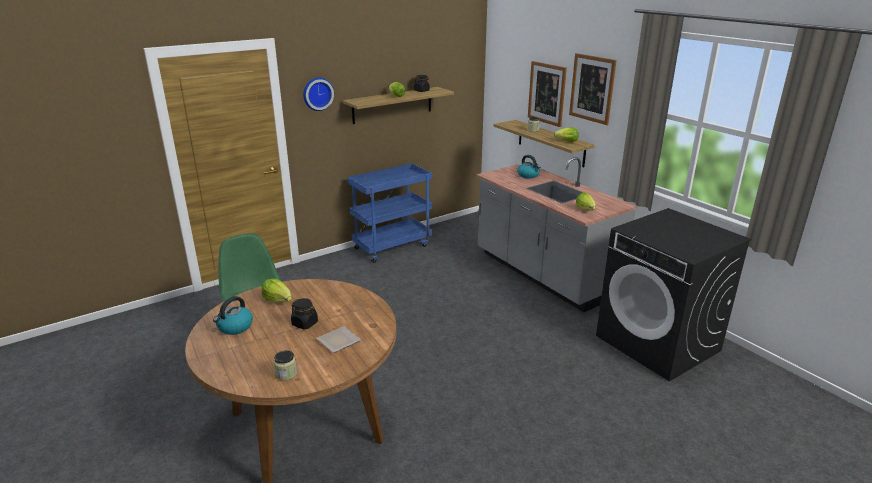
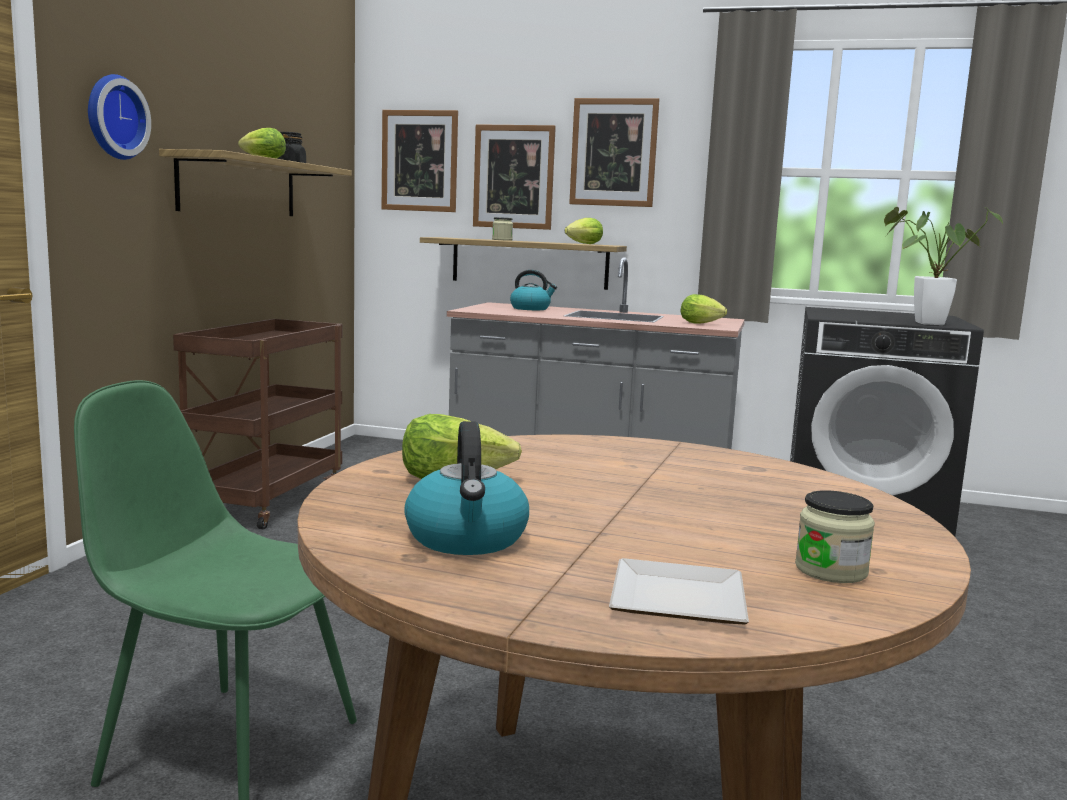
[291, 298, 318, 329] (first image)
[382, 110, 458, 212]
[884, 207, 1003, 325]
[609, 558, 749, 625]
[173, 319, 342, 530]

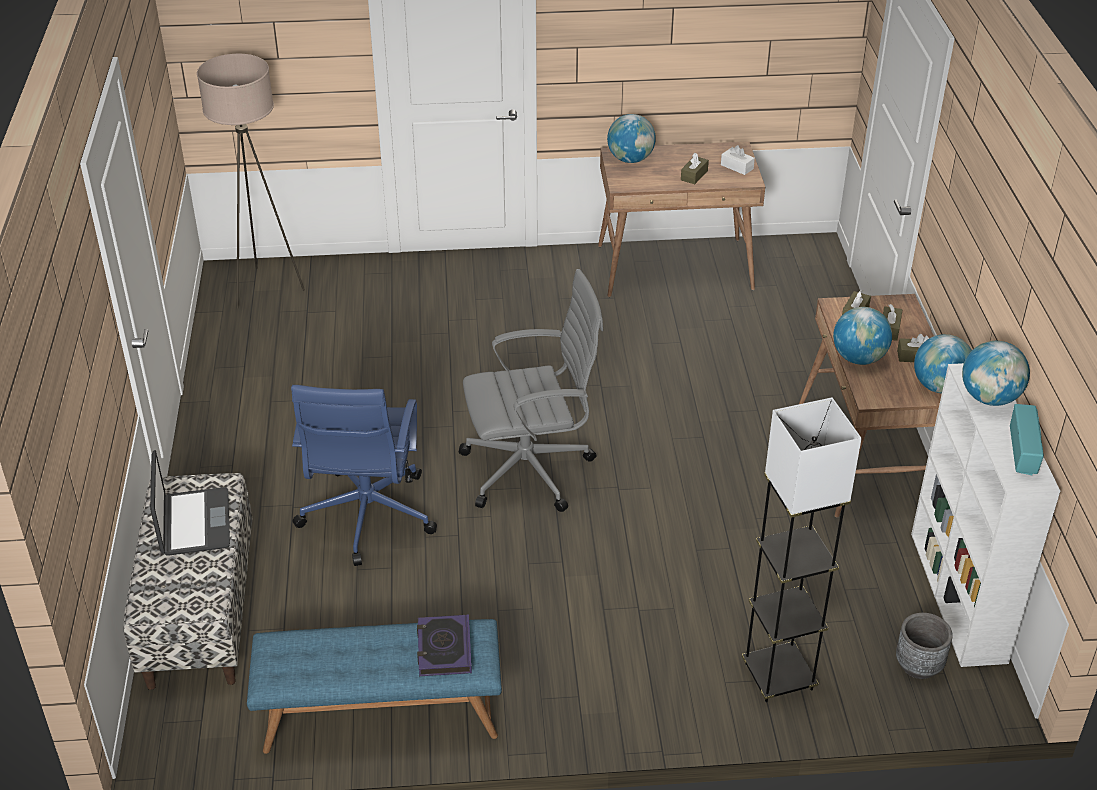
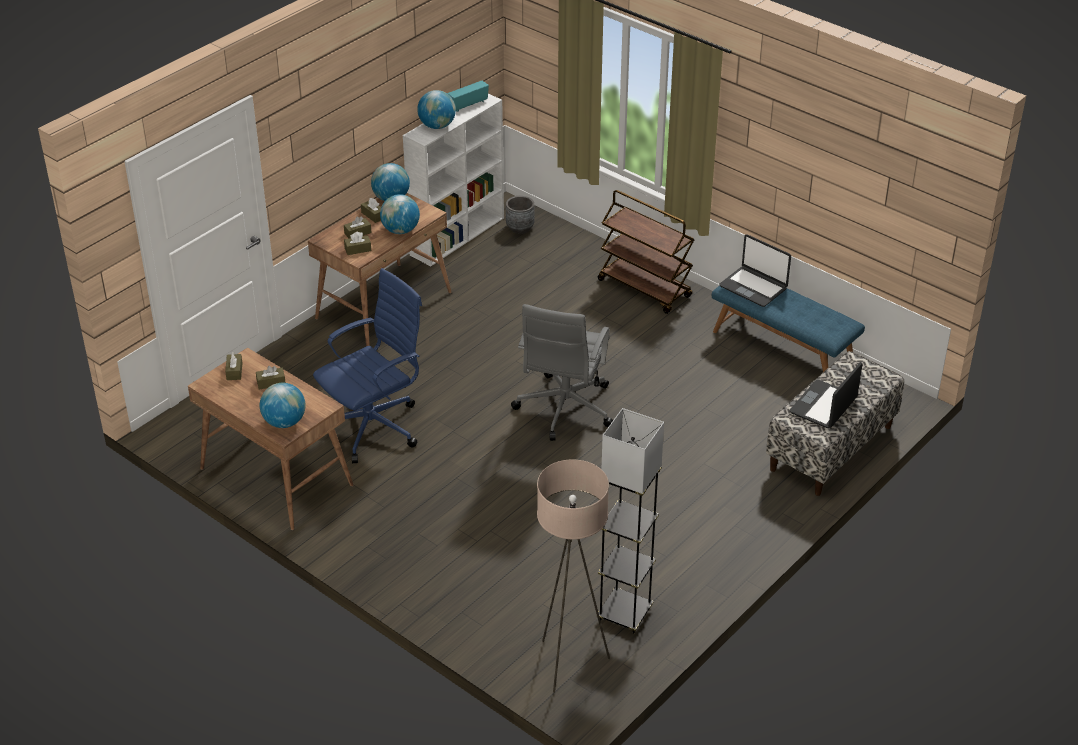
[598, 190, 695, 314]
[313, 268, 422, 463]
[598, 408, 664, 634]
[719, 234, 791, 307]
[225, 352, 242, 380]
[511, 304, 613, 441]

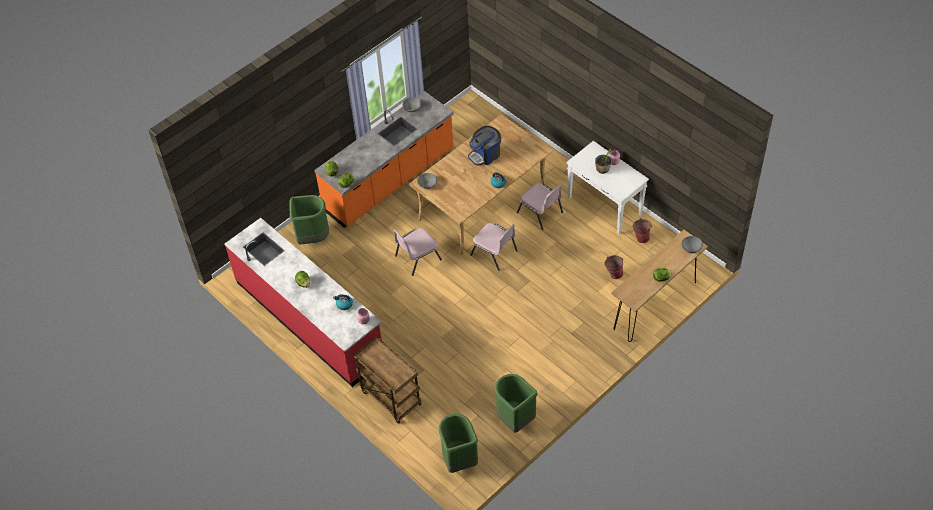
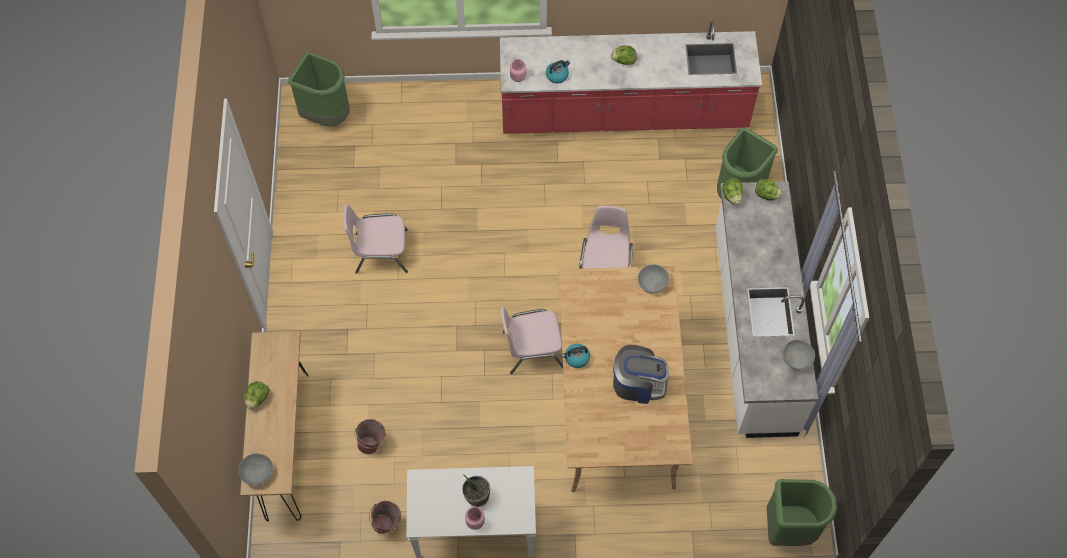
[354, 337, 421, 424] (first image)
[767, 479, 837, 546]
[344, 205, 408, 274]
[715, 181, 818, 438]
[613, 345, 669, 404]

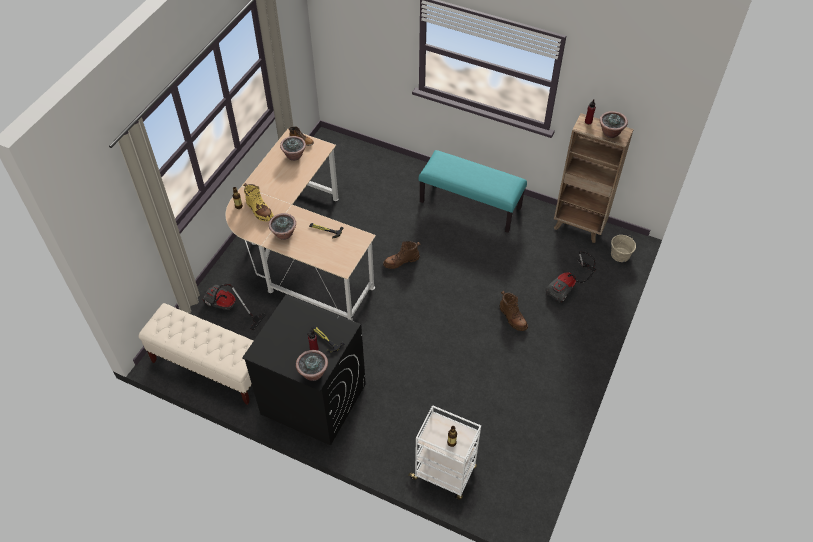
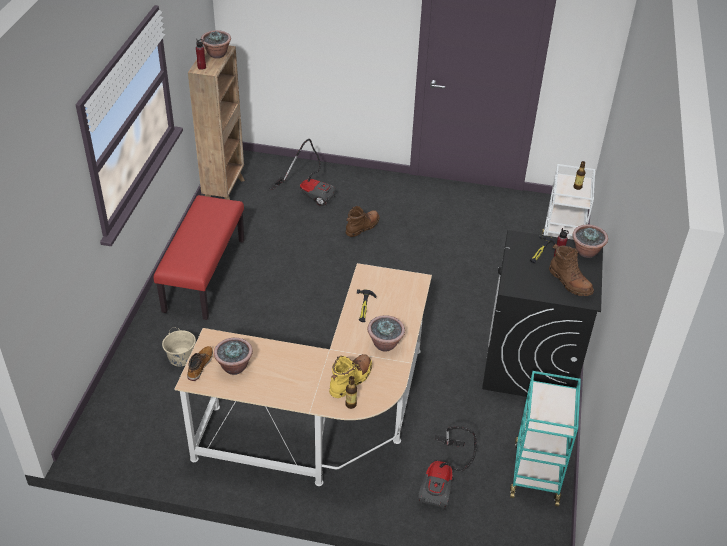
[549, 244, 594, 296]
[162, 328, 196, 366]
[510, 371, 581, 507]
[154, 195, 244, 320]

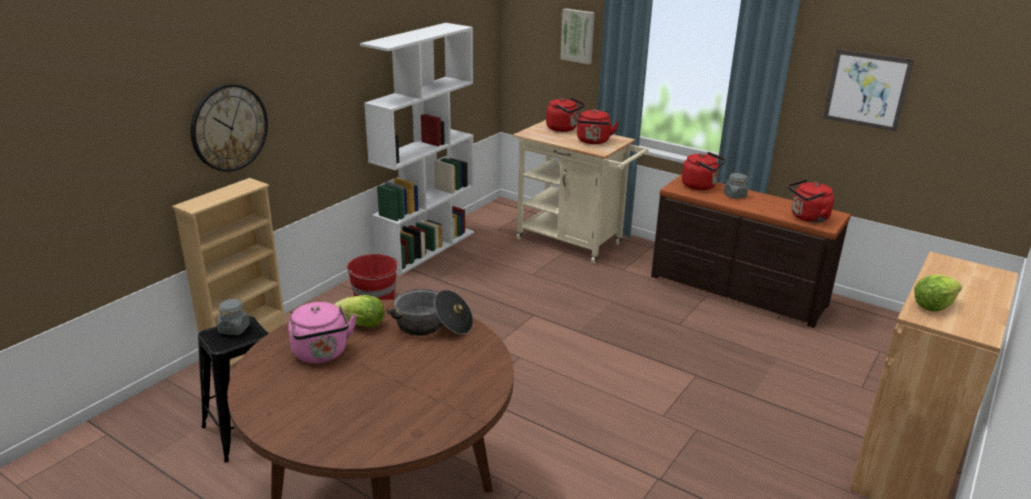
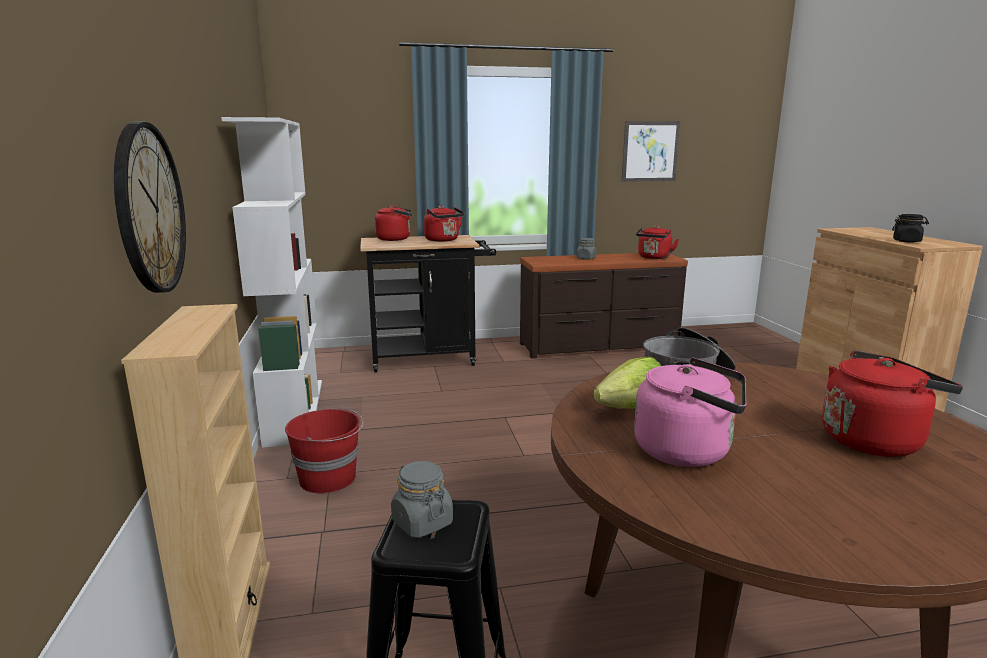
[560, 8, 595, 64] (first image)
[822, 350, 963, 457]
[892, 214, 929, 243]
[360, 235, 496, 372]

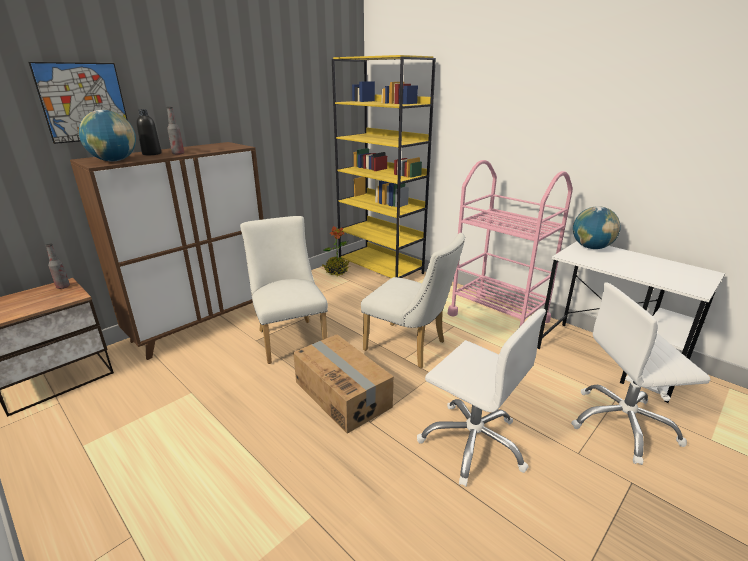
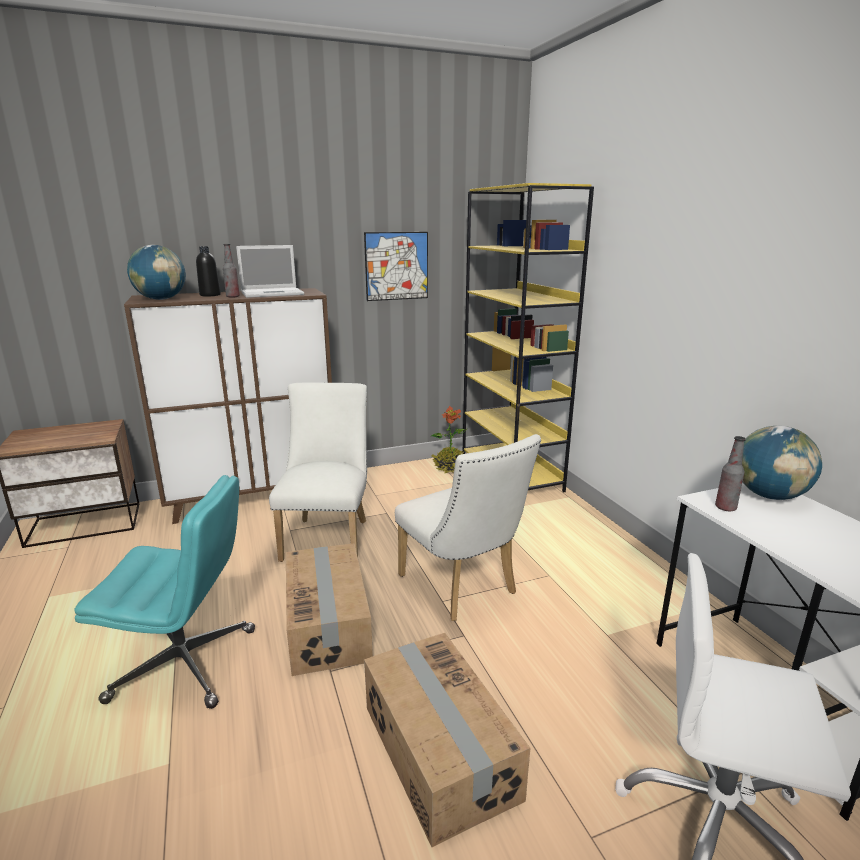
[448, 160, 573, 326] (first image)
[74, 475, 255, 709]
[236, 245, 304, 298]
[364, 232, 428, 301]
[715, 436, 746, 511]
[364, 633, 531, 847]

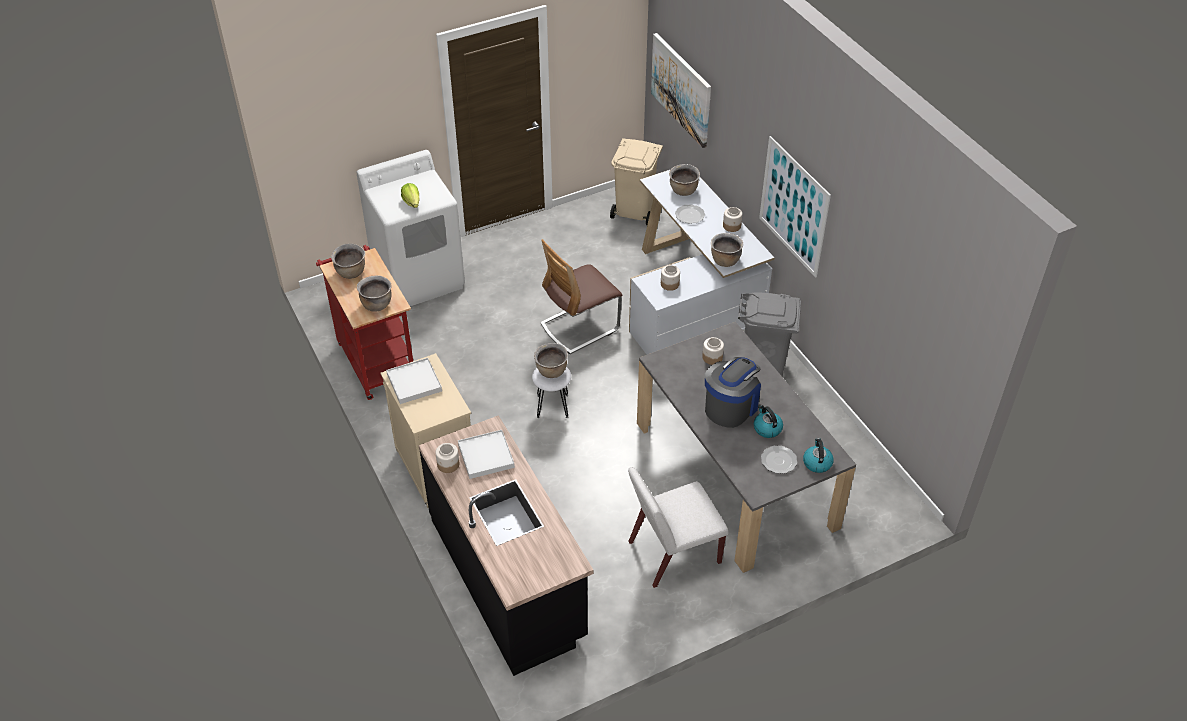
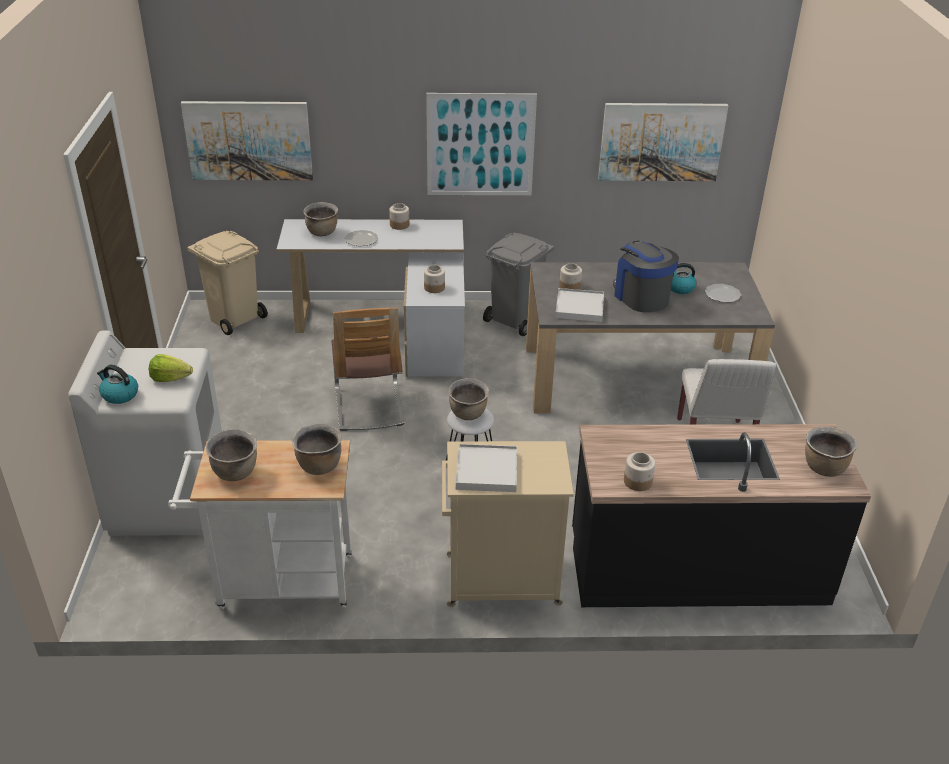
[598, 103, 728, 181]
[555, 288, 604, 322]
[805, 427, 857, 477]
[97, 365, 138, 404]
[168, 440, 352, 609]

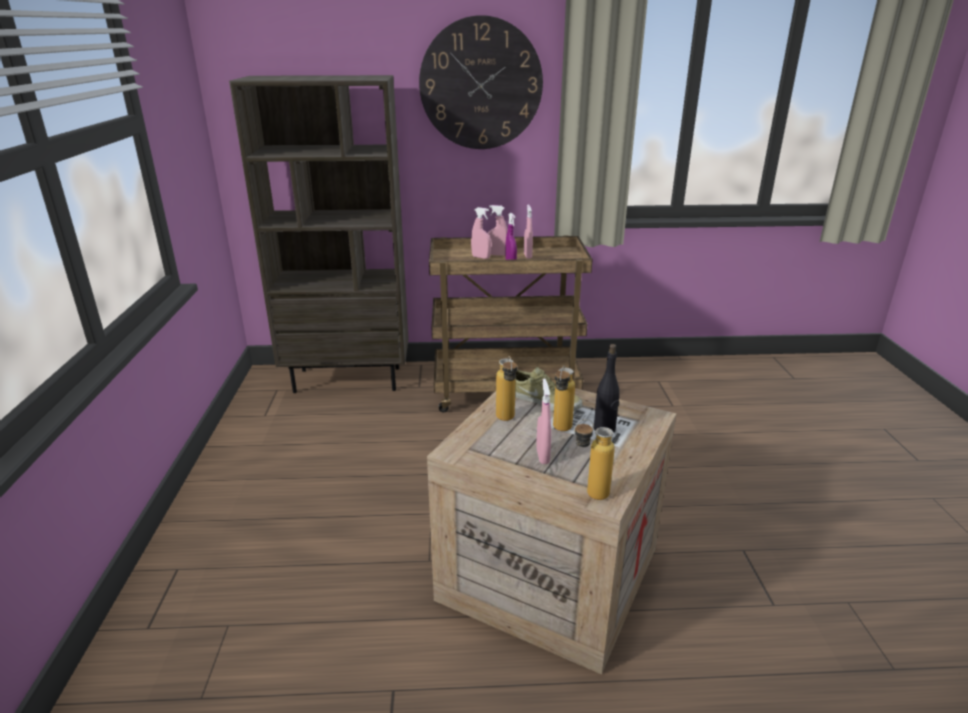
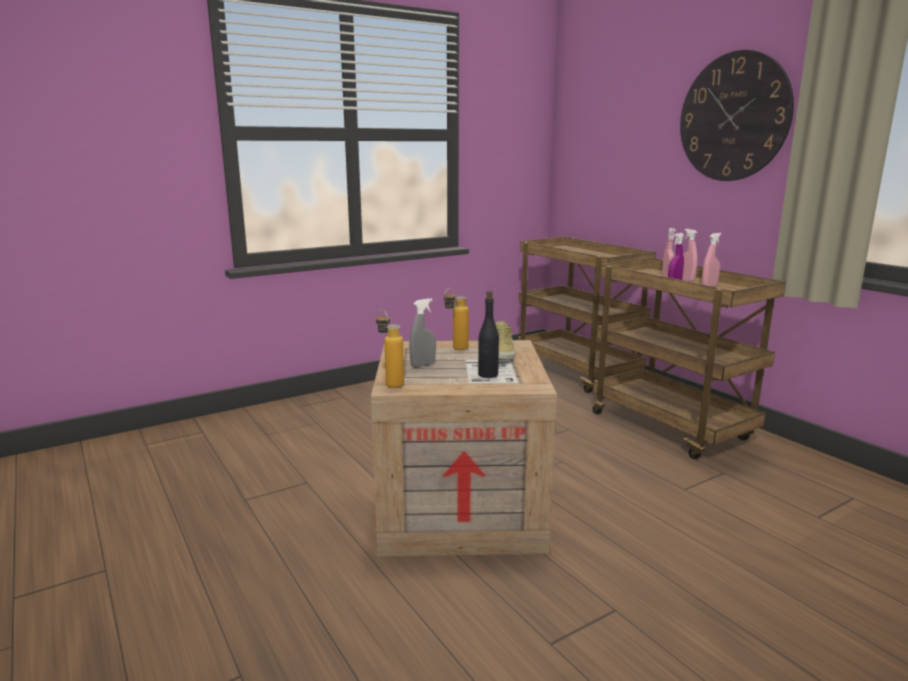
[553, 365, 575, 431] (first image)
[518, 237, 656, 393]
[409, 298, 436, 367]

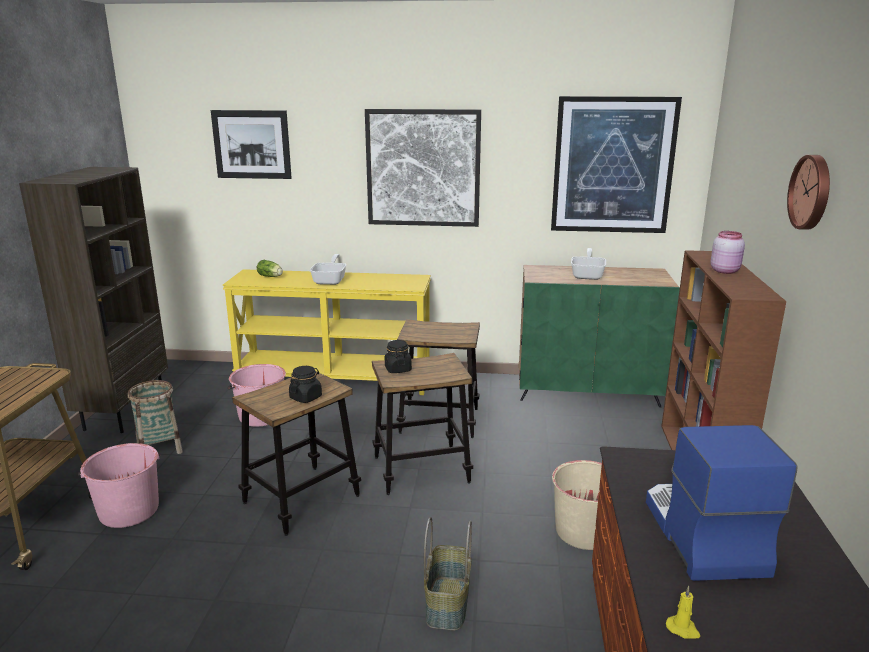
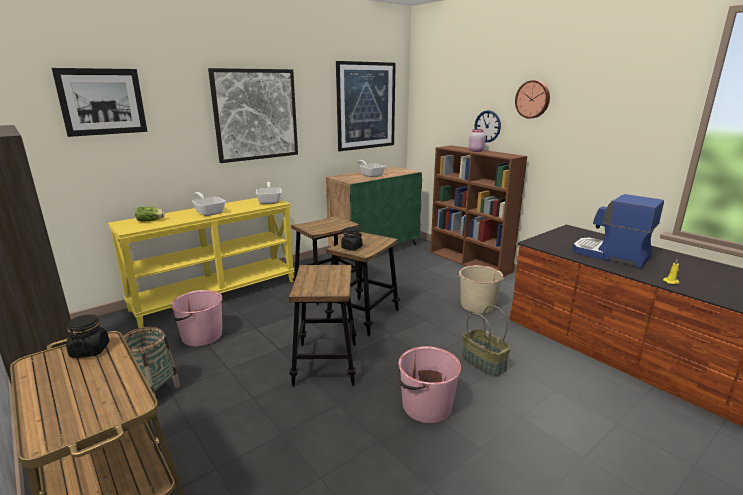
[256, 182, 282, 204]
[474, 110, 501, 143]
[397, 346, 461, 423]
[66, 314, 109, 358]

